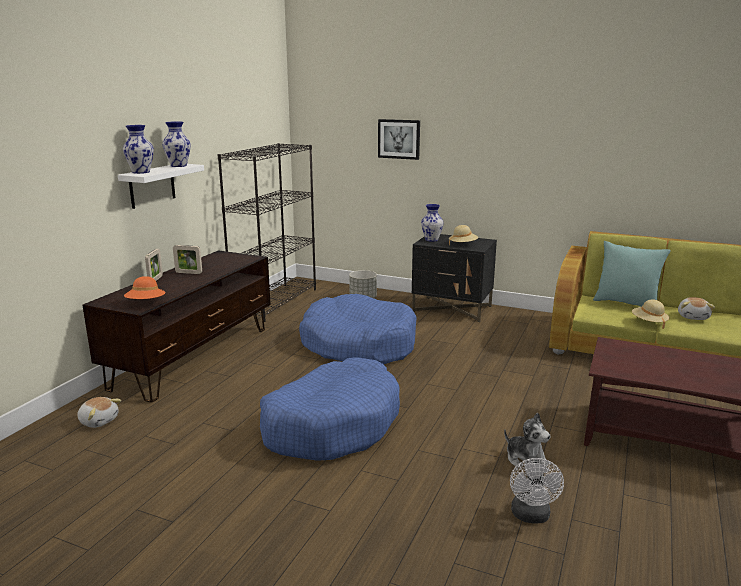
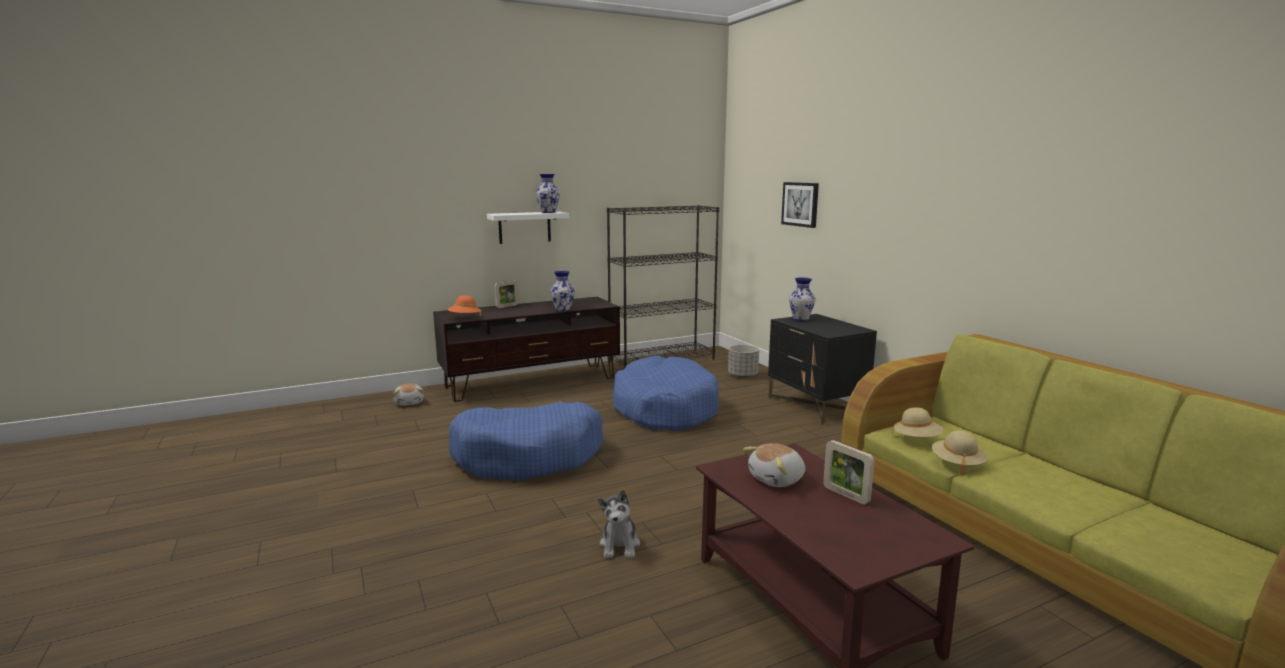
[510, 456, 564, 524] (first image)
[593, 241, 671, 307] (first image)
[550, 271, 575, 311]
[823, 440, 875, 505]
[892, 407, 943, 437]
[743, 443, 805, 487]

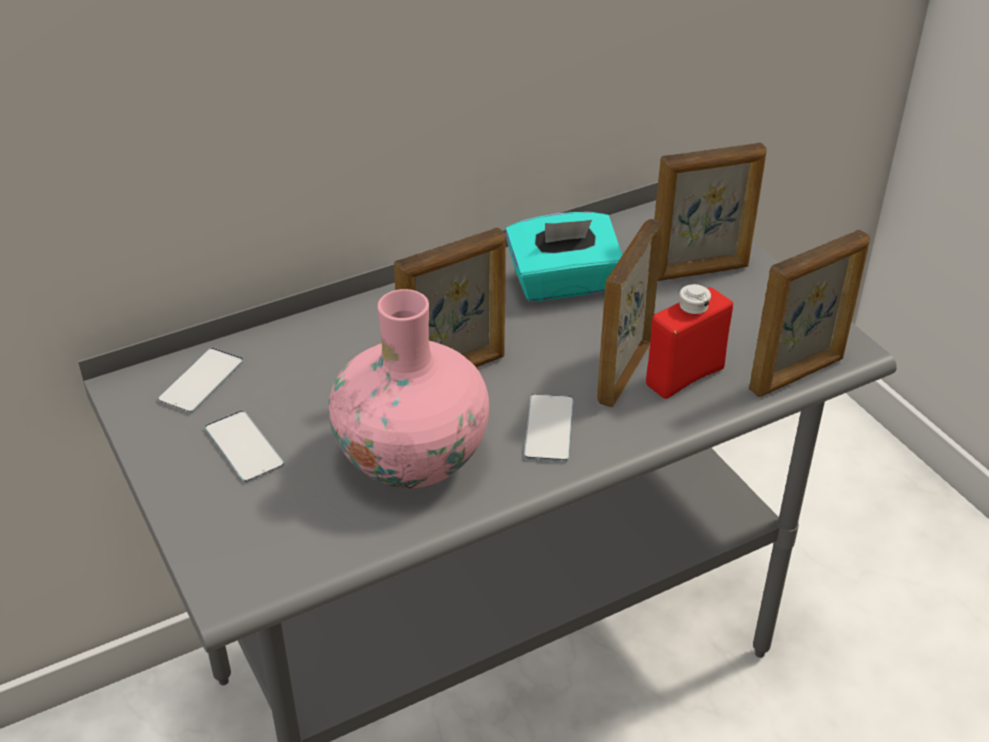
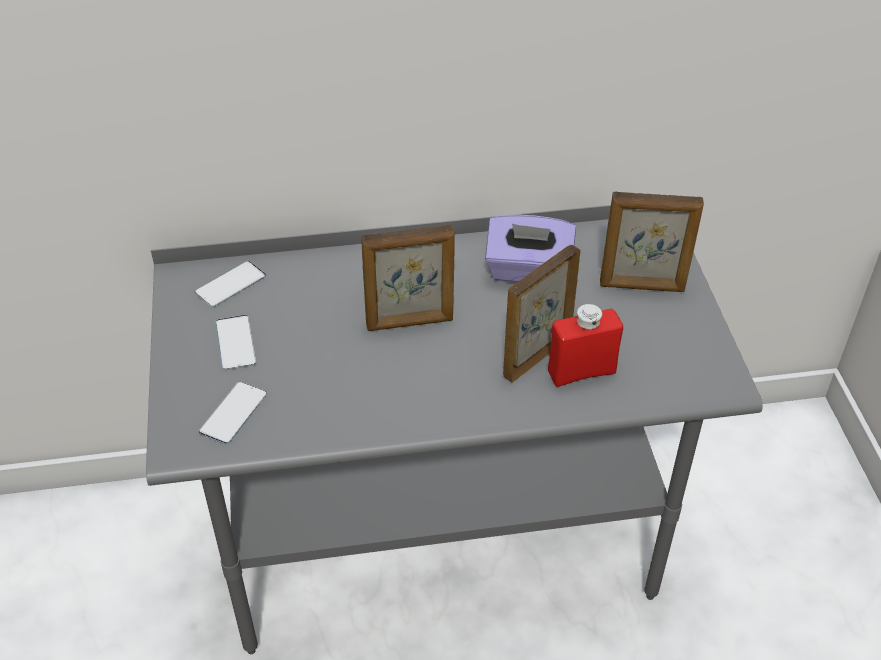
[328, 289, 489, 488] (first image)
[749, 230, 870, 397] (first image)
[199, 382, 267, 444]
[485, 215, 576, 283]

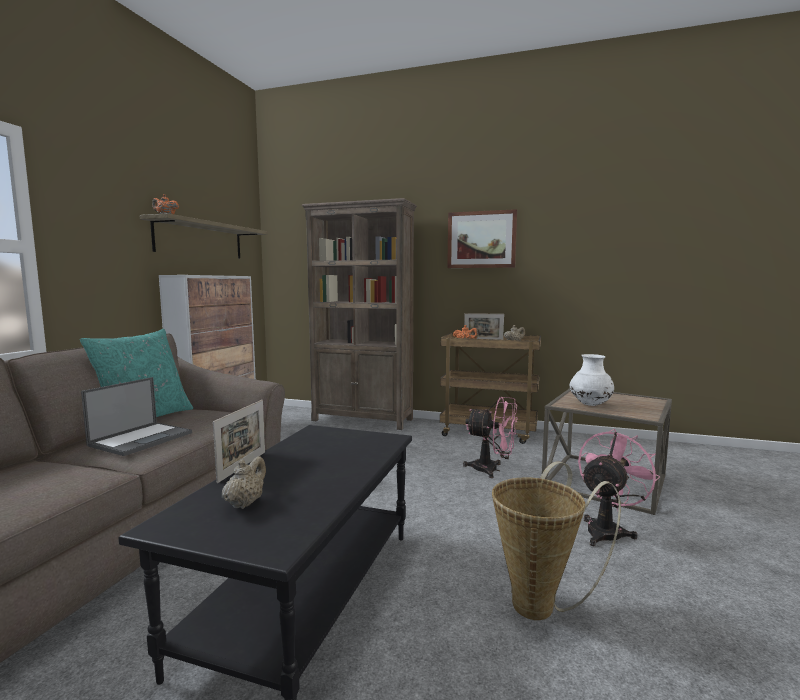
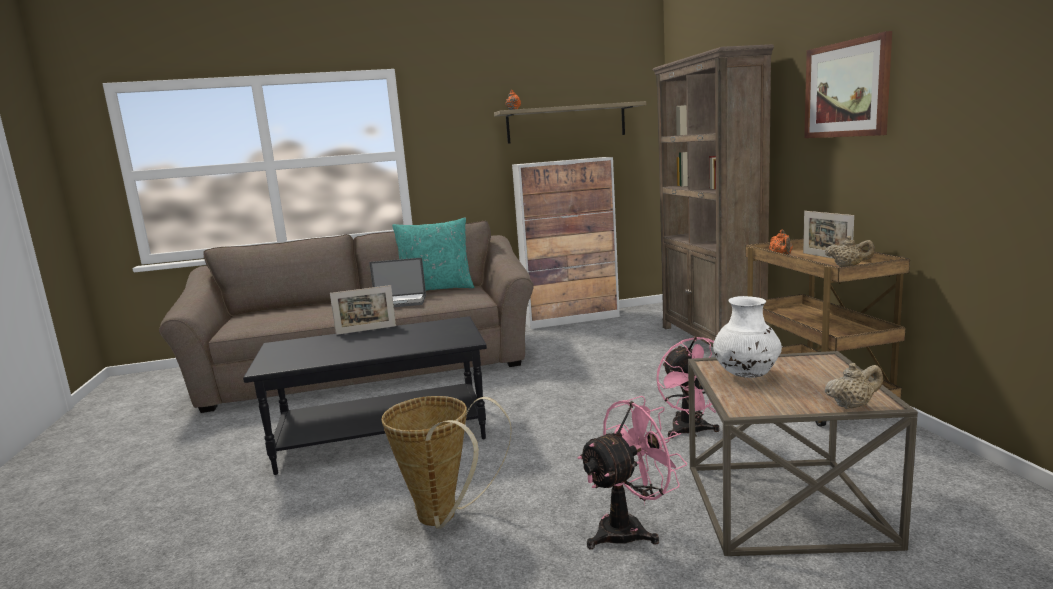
[825, 363, 883, 409]
[577, 396, 687, 549]

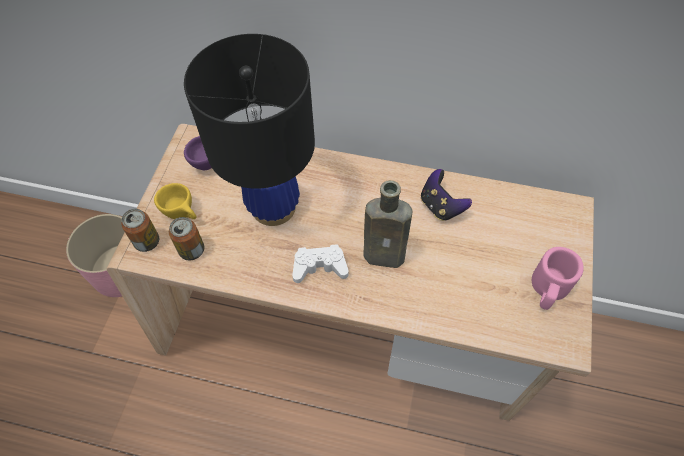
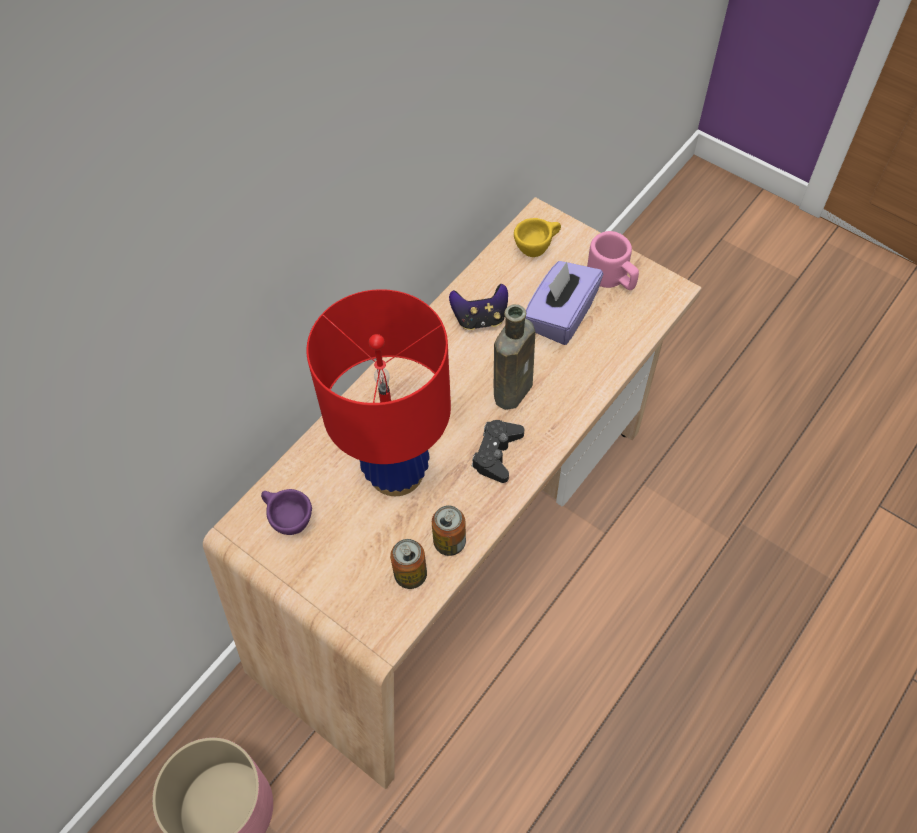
[525, 261, 603, 345]
[432, 505, 466, 556]
[514, 218, 561, 257]
[306, 289, 451, 496]
[472, 420, 524, 483]

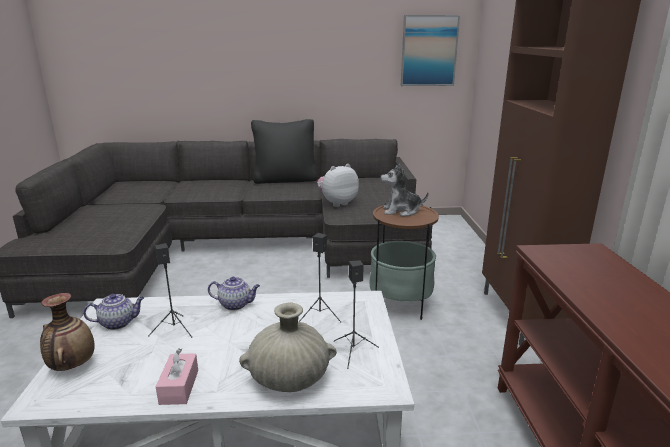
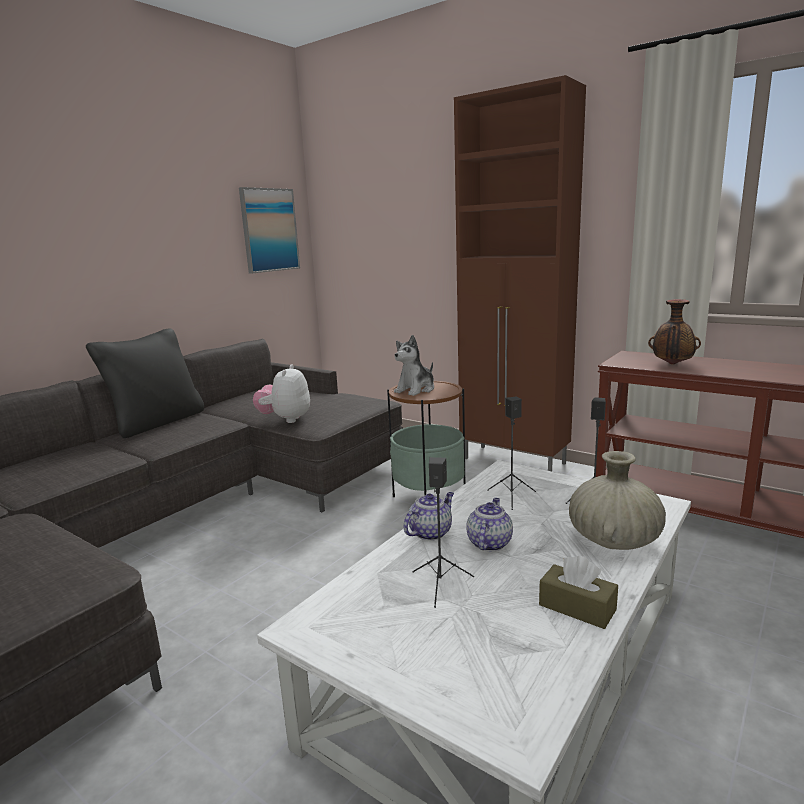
[648, 299, 701, 365]
[466, 498, 513, 551]
[539, 556, 618, 629]

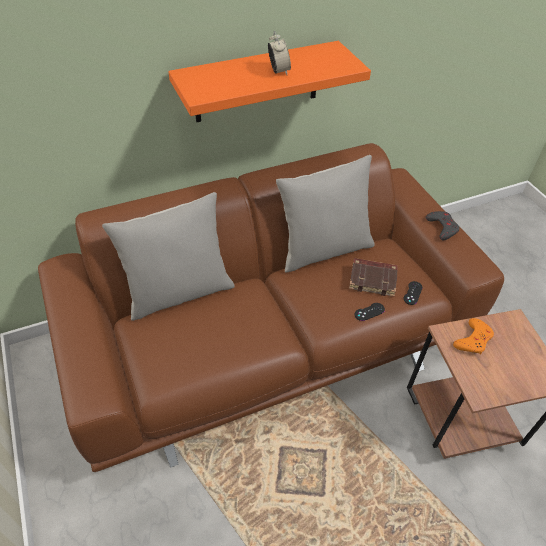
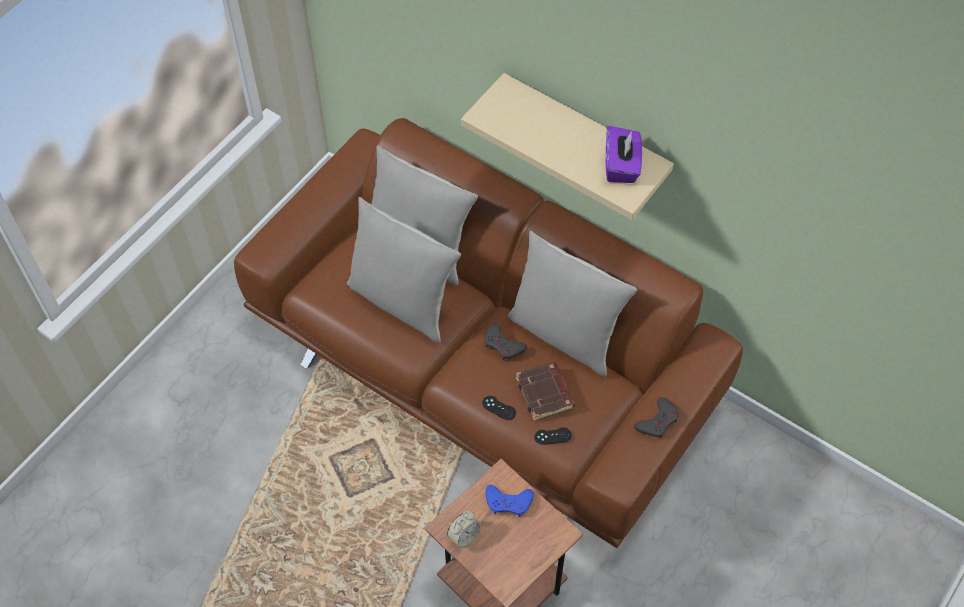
[347, 197, 461, 343]
[484, 323, 527, 360]
[606, 126, 642, 183]
[447, 510, 481, 548]
[461, 73, 674, 220]
[485, 485, 534, 517]

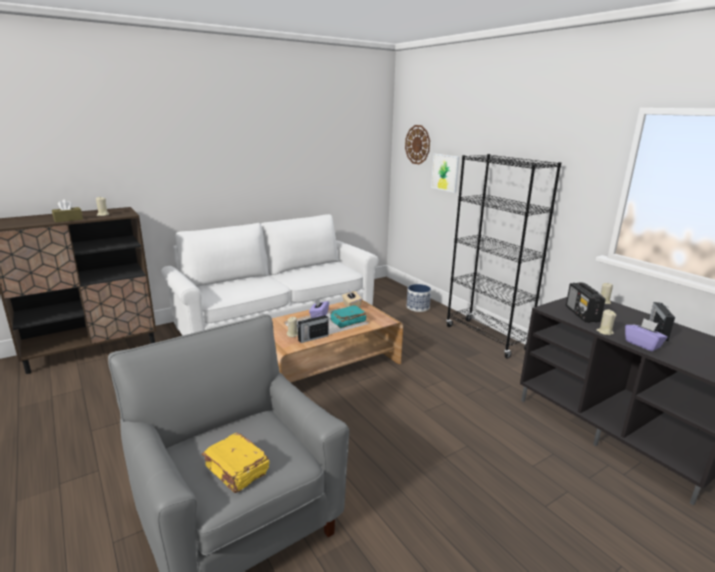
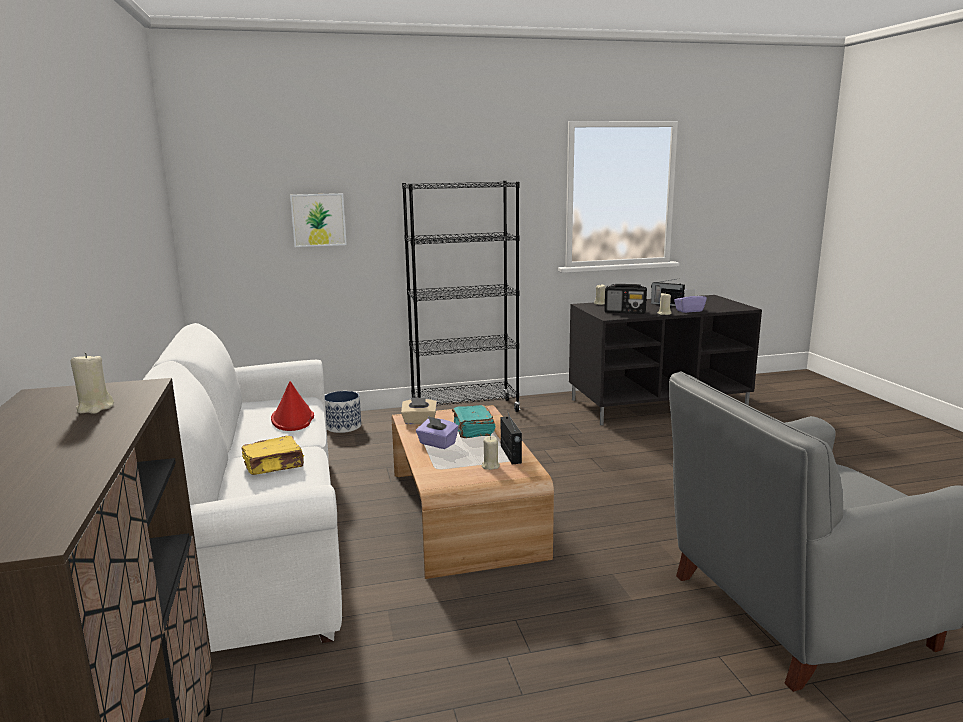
[52, 199, 83, 223] (first image)
[405, 125, 430, 164] (first image)
[271, 381, 314, 431]
[241, 436, 304, 475]

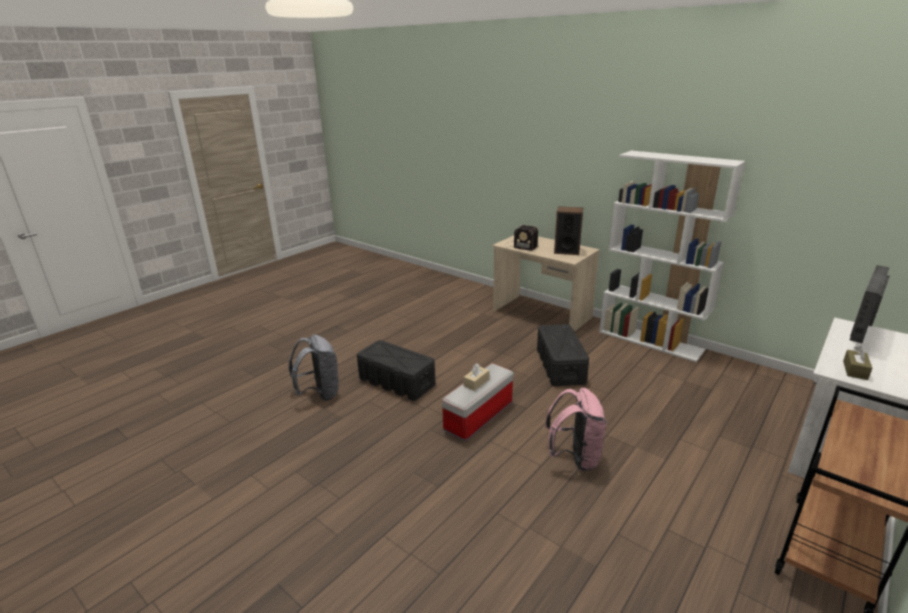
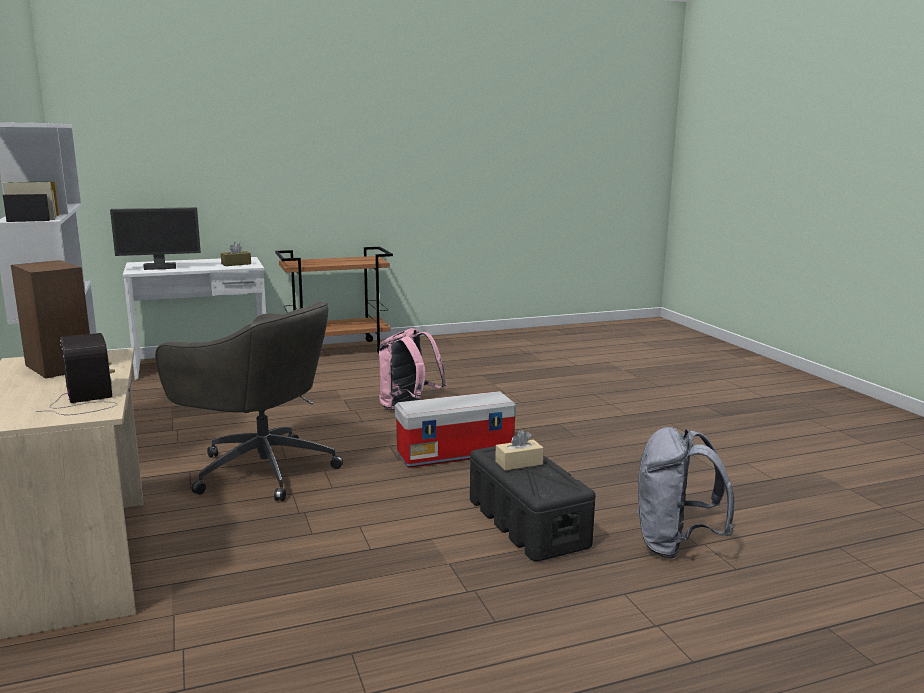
[495, 430, 544, 470]
[155, 301, 343, 501]

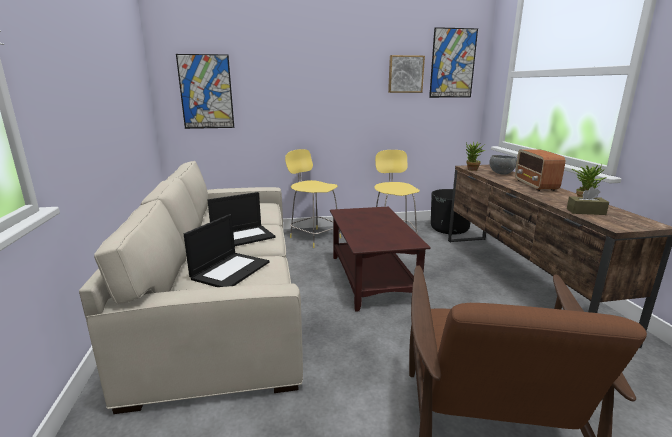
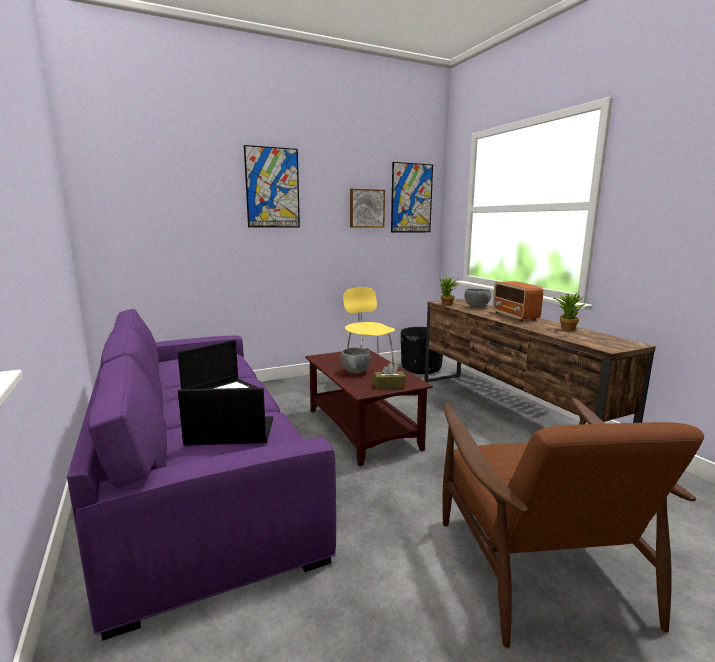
[285, 149, 341, 248] (first image)
[340, 347, 371, 374]
[244, 145, 300, 228]
[374, 363, 406, 389]
[67, 308, 336, 641]
[178, 388, 273, 446]

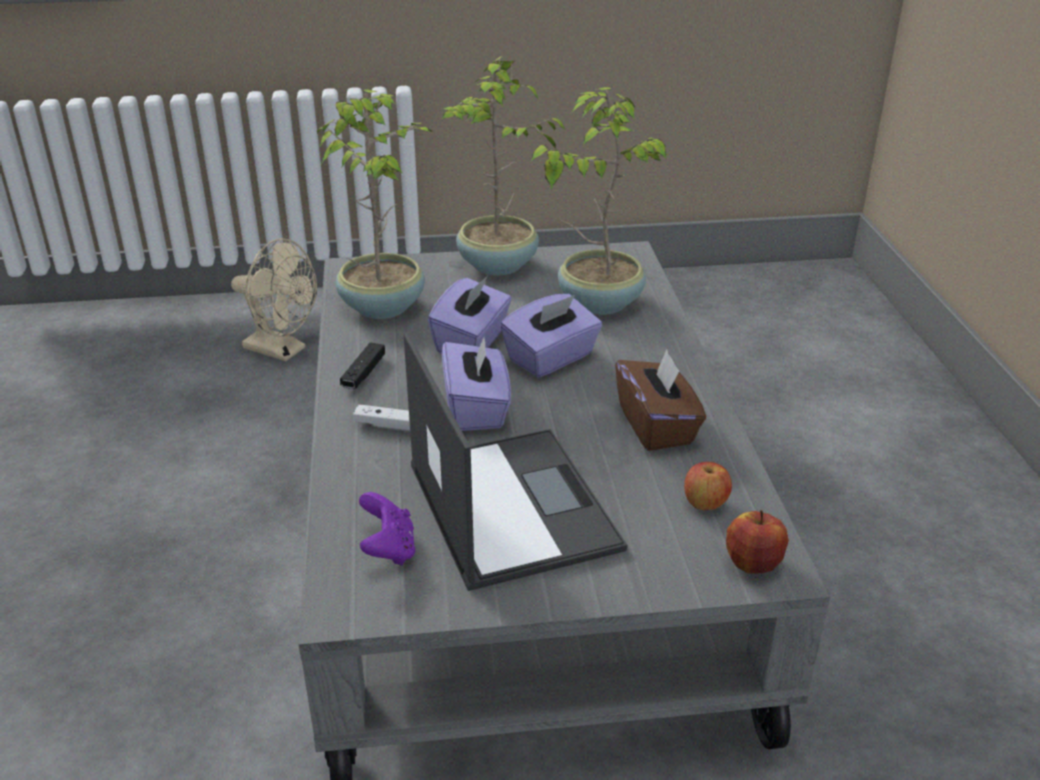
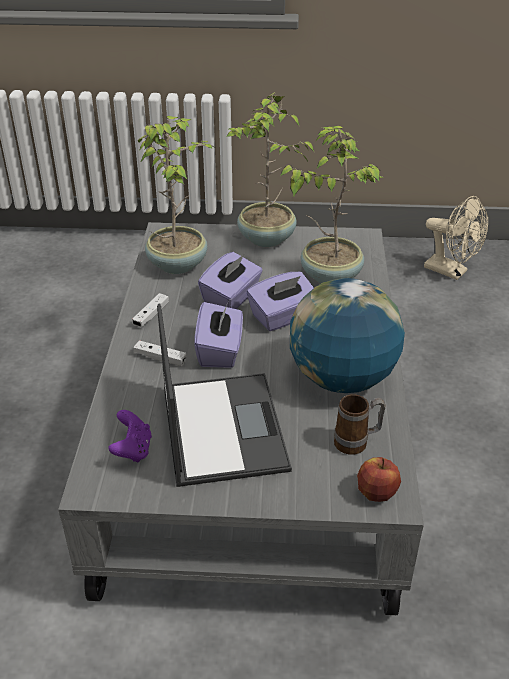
[424, 196, 488, 280]
[290, 278, 405, 393]
[334, 394, 385, 455]
[132, 293, 169, 327]

